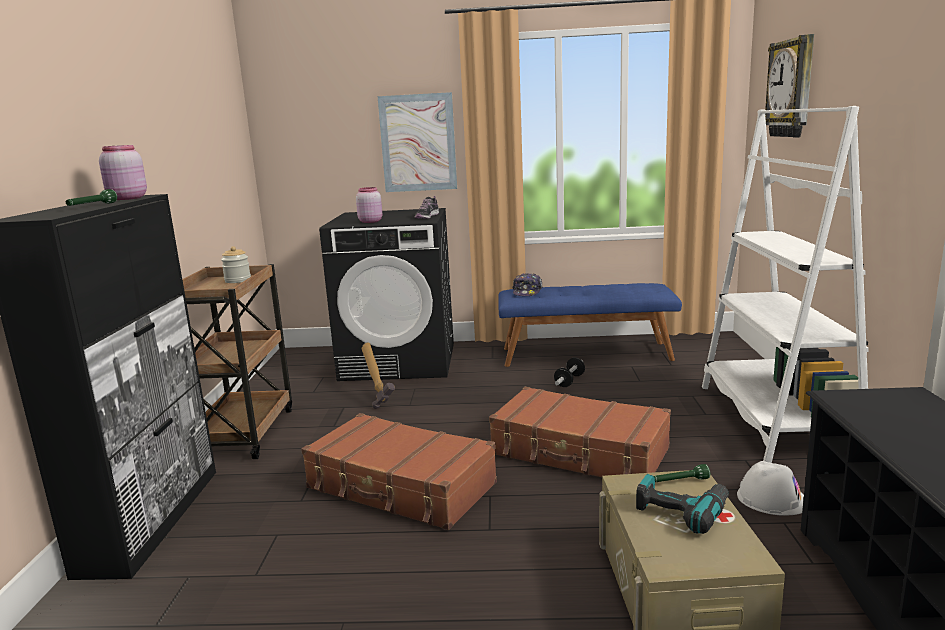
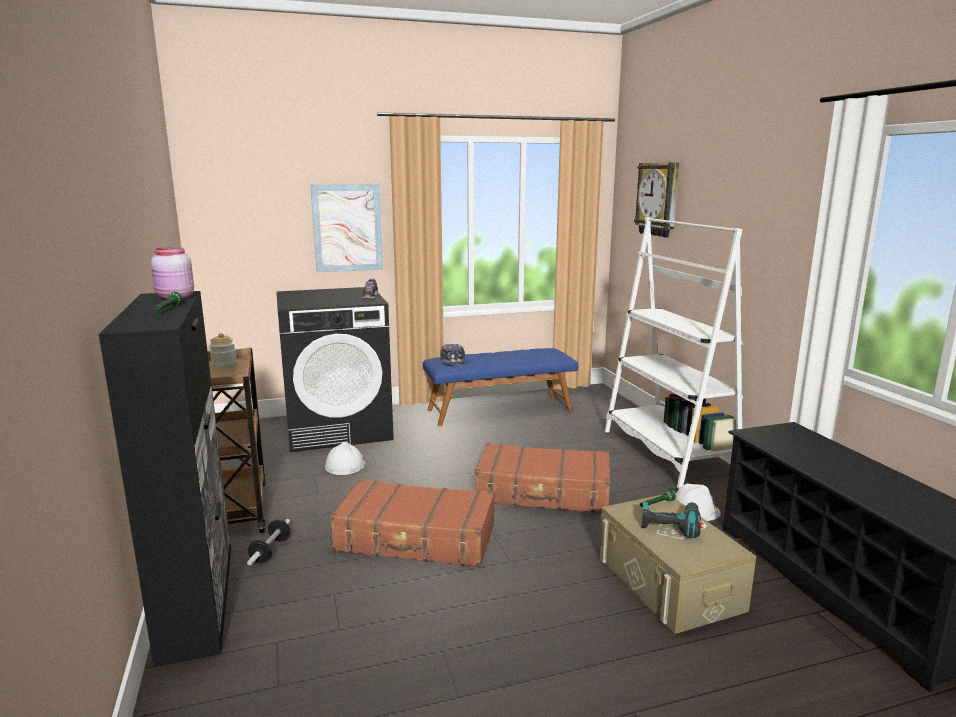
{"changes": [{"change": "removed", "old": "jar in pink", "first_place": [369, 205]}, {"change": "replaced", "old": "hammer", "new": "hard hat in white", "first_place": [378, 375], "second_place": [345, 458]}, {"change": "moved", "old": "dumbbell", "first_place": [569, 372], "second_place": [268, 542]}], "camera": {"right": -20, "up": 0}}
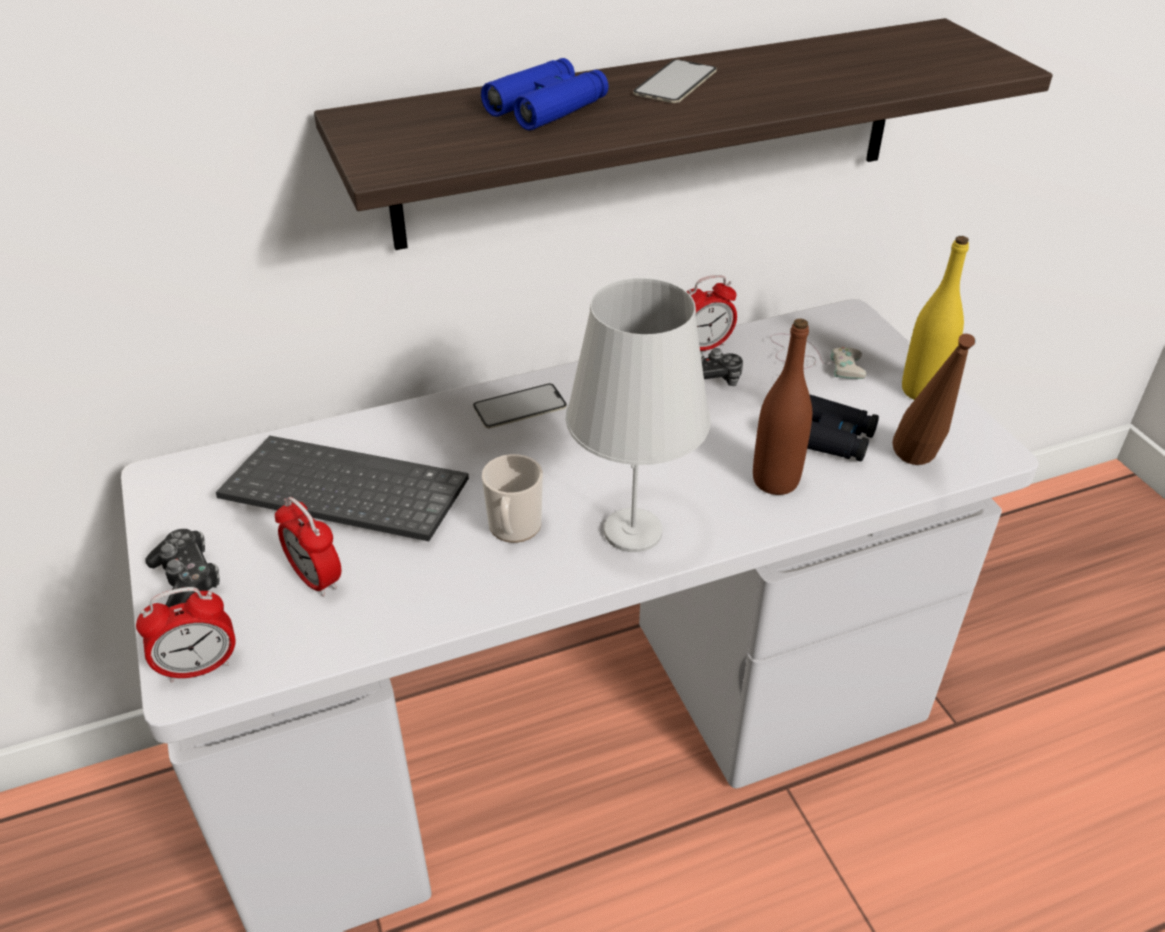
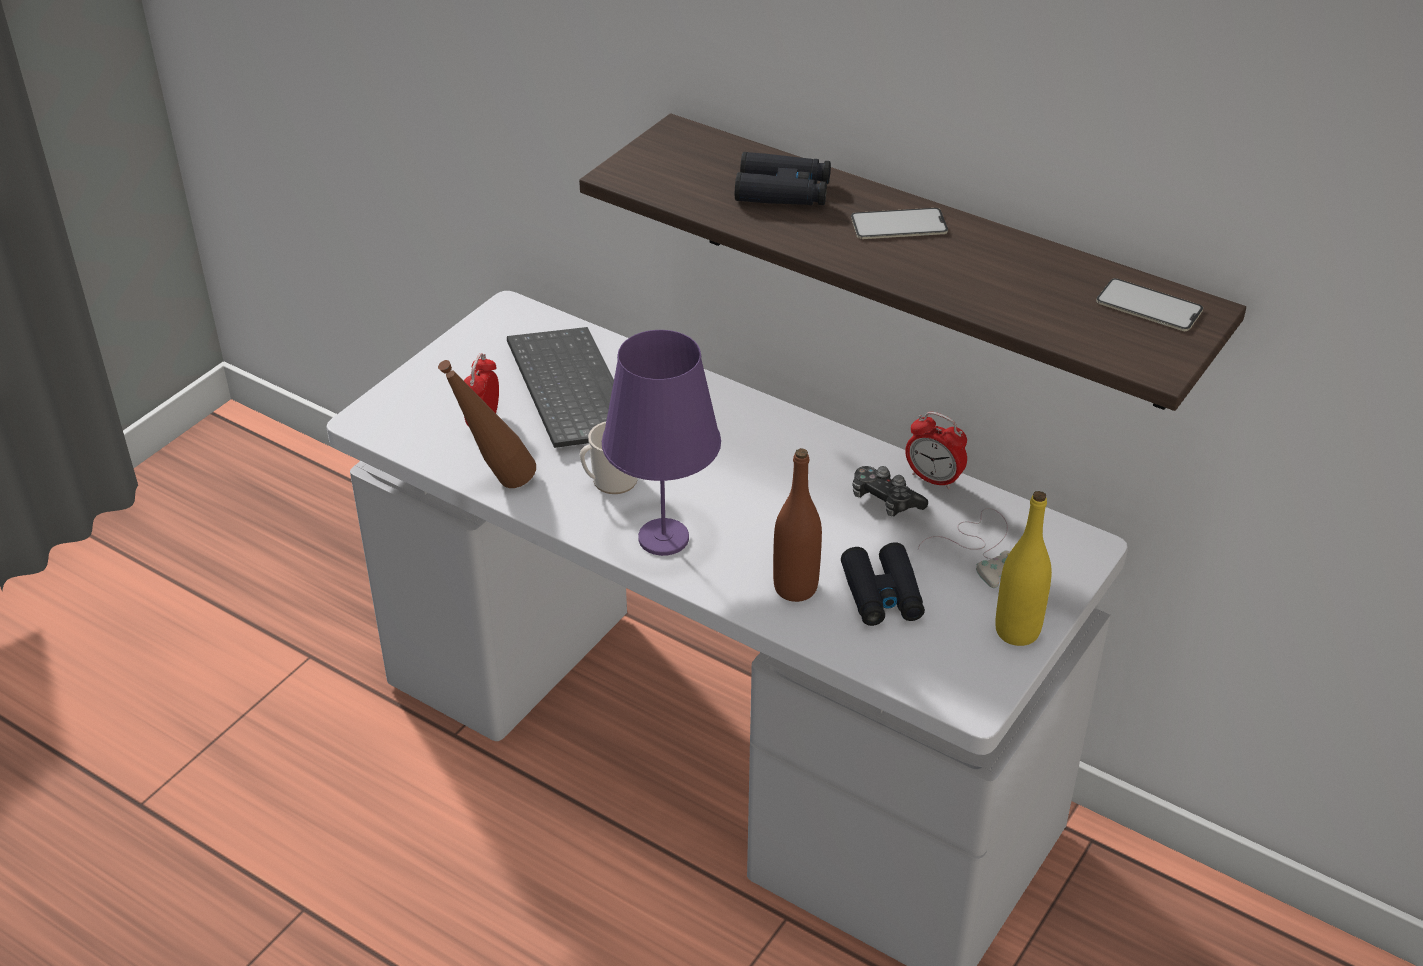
{"changes": [{"change": "recoloured", "old": "binoculars in blue", "new": "binoculars in black", "first_place": [545, 94], "second_place": [783, 178]}, {"change": "recoloured", "old": "table lamp in white", "new": "table lamp in purple", "first_place": [638, 415], "second_place": [661, 443]}, {"change": "moved", "old": "bottle in brown", "first_place": [933, 399], "second_place": [487, 424]}, {"change": "moved", "old": "phone", "first_place": [520, 406], "second_place": [1149, 304]}, {"change": "removed", "old": "game controller", "first_place": [182, 568]}, {"change": "removed", "old": "alarm clock", "first_place": [186, 635]}], "camera": {"right": 55, "up": 0}}
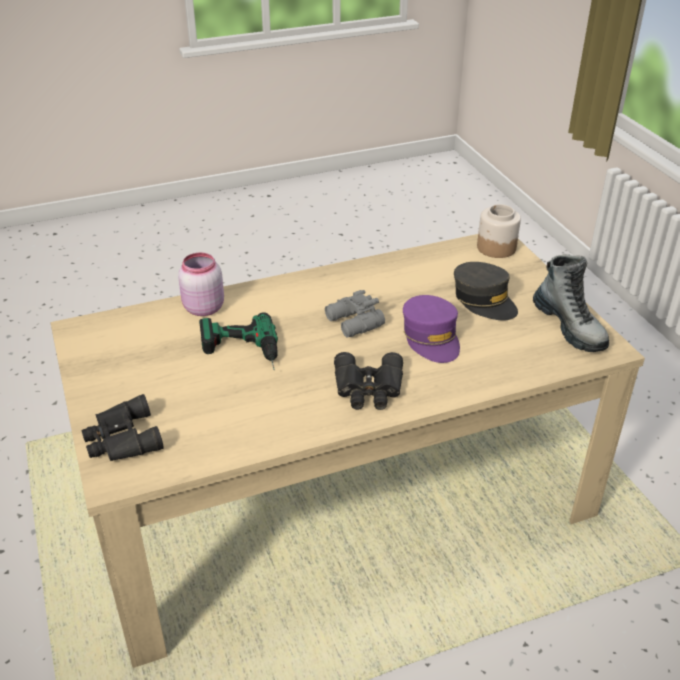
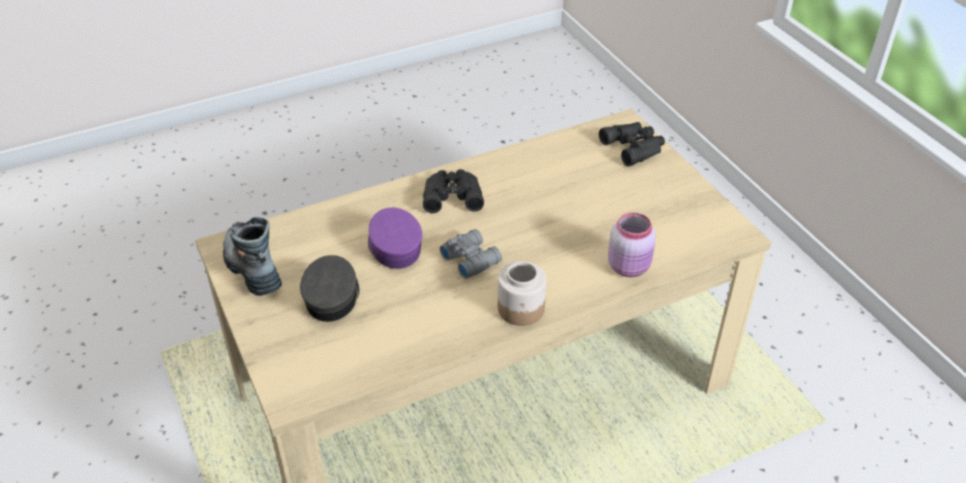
{"changes": [{"change": "moved", "old": "jar", "first_place": [499, 231], "second_place": [522, 293]}, {"change": "turned", "old": "cap in grey", "first_place": [486, 291], "second_place": [329, 288], "degrees": 45}, {"change": "removed", "old": "power drill", "first_place": [238, 341]}], "camera": {"right": 175, "up": 5}}
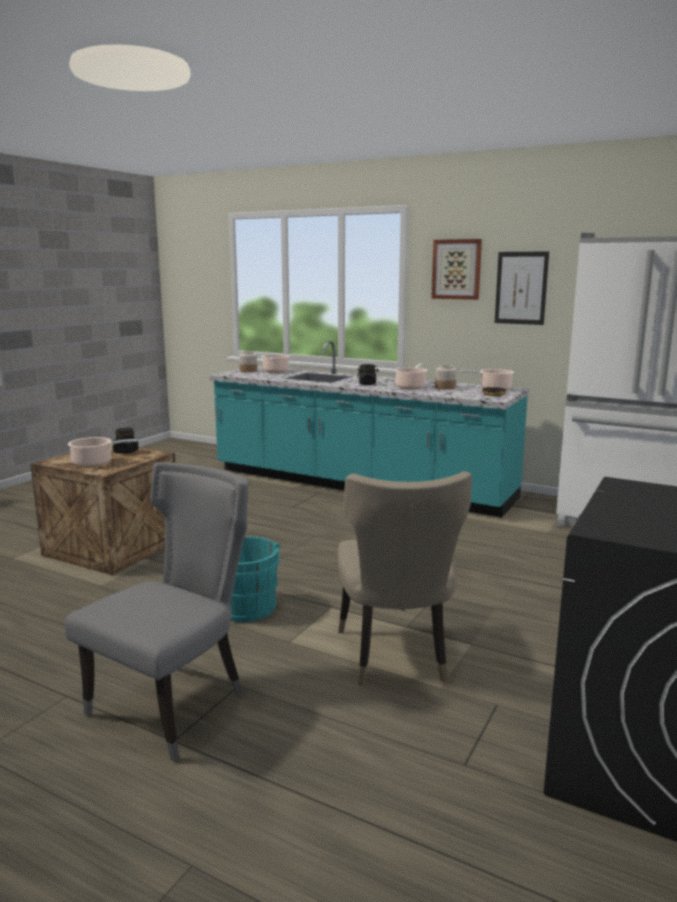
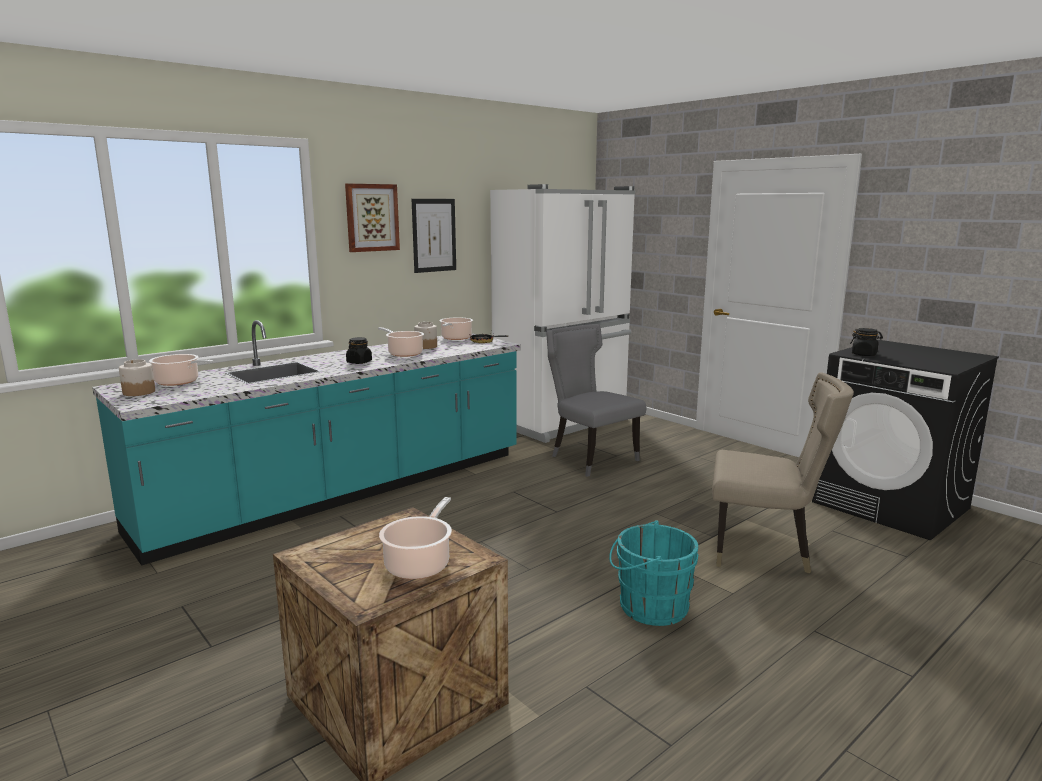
{"changes": [{"change": "moved", "old": "jar in black", "first_place": [126, 440], "second_place": [866, 342]}, {"change": "moved", "old": "chair in grey", "first_place": [156, 612], "second_place": [596, 400]}], "camera": {"right": -70, "up": 0}}
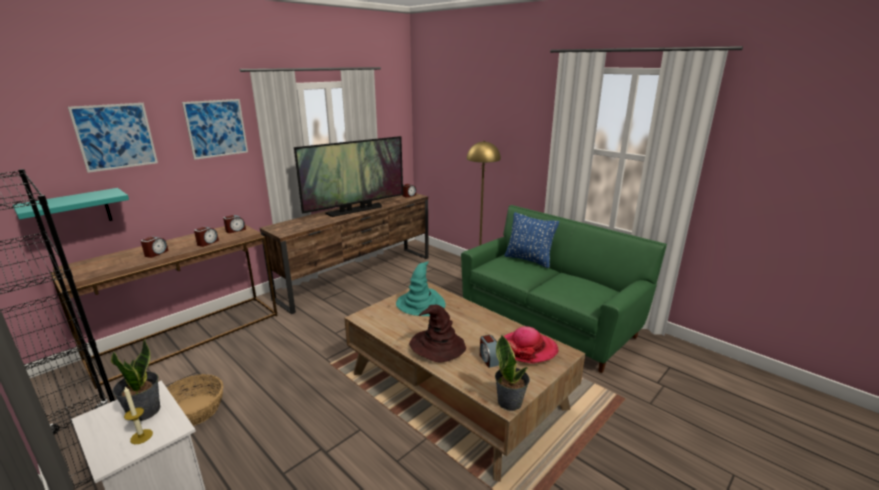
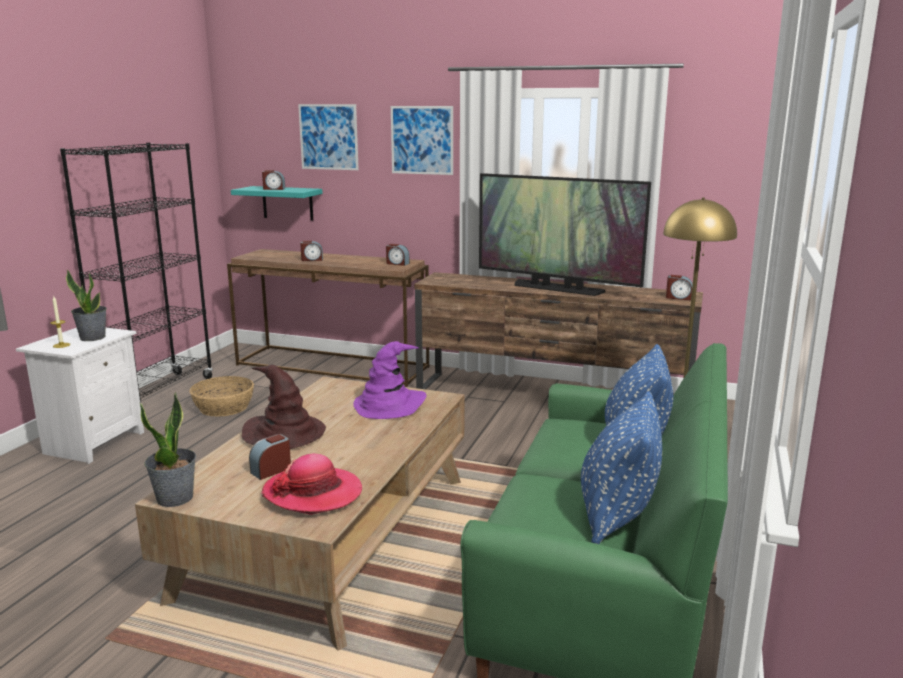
{"changes": [{"change": "moved", "old": "alarm clock", "first_place": [206, 237], "second_place": [273, 180]}, {"change": "recoloured", "old": "hat in turquoise", "new": "hat in purple", "first_place": [420, 288], "second_place": [389, 380]}, {"change": "added", "new": "pillow in blue", "second_place": [621, 467]}], "camera": {"right": 65, "up": -5}}
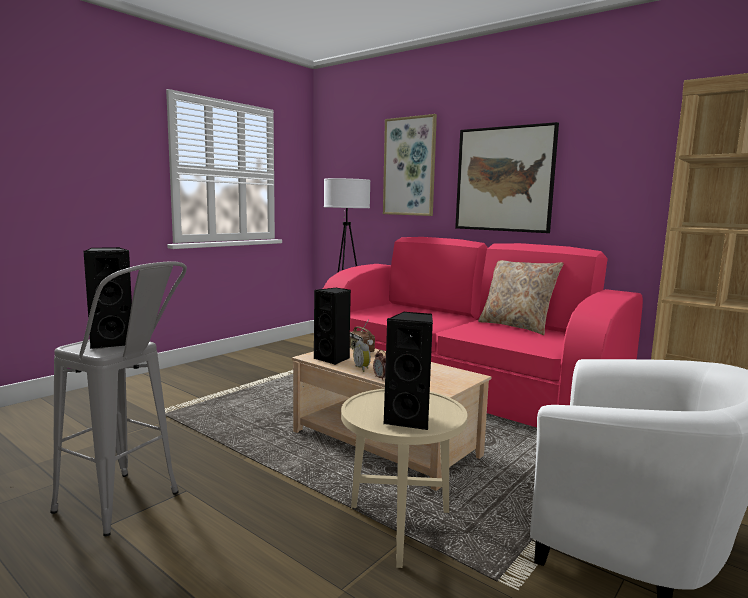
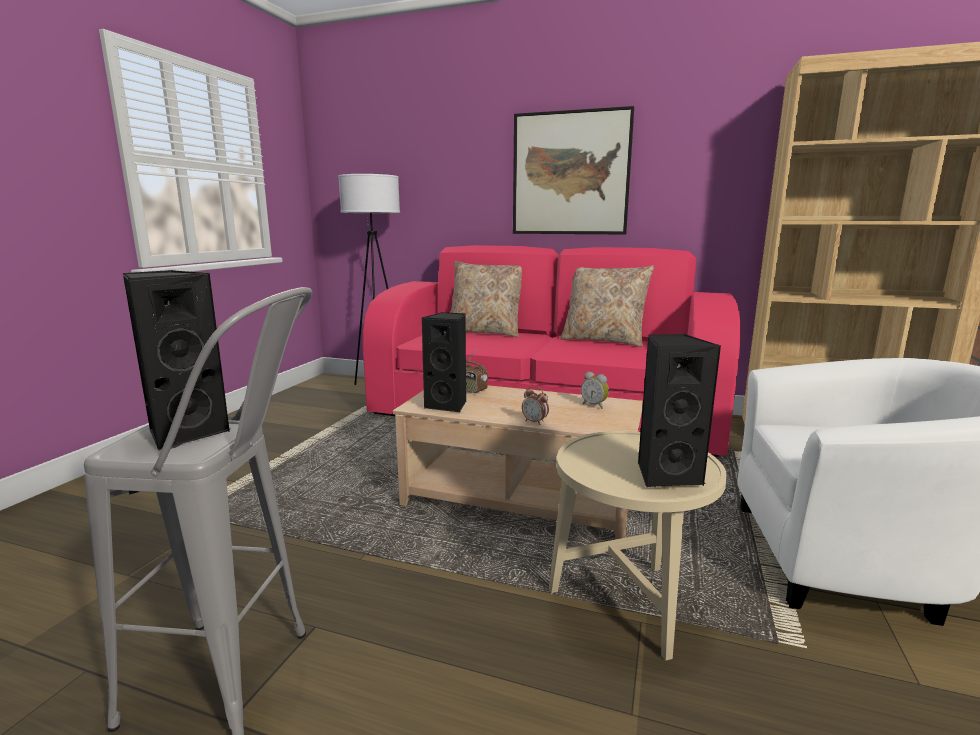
{"changes": [{"change": "removed", "old": "picture", "first_place": [410, 165]}, {"change": "moved", "old": "alarm clock", "first_place": [362, 356], "second_place": [595, 390]}, {"change": "added", "new": "pillow in beige", "second_place": [486, 299]}], "camera": {"right": -20, "up": 5}}
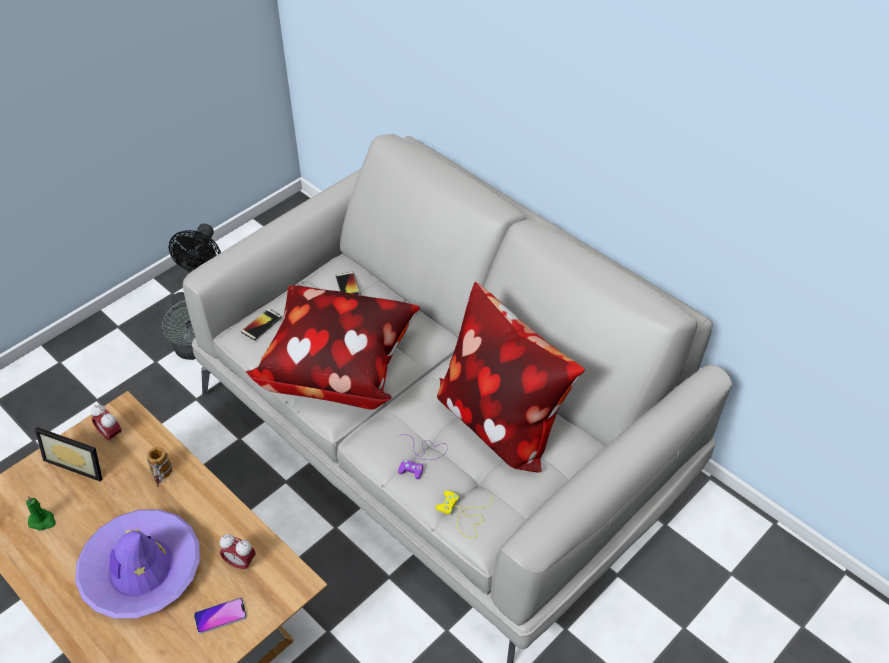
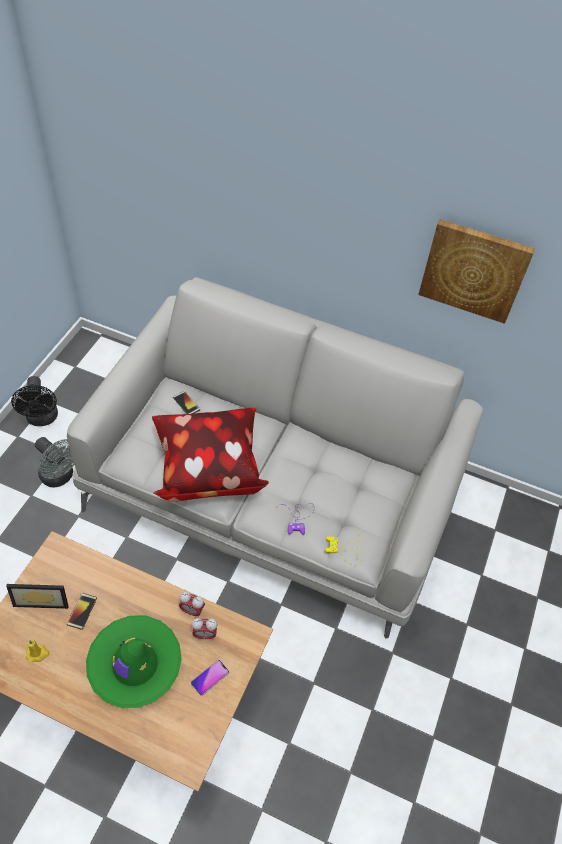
{"changes": [{"change": "removed", "old": "pillow", "first_place": [511, 377]}, {"change": "moved", "old": "phone", "first_place": [261, 324], "second_place": [82, 611]}, {"change": "moved", "old": "alarm clock", "first_place": [106, 424], "second_place": [192, 605]}, {"change": "removed", "old": "mug", "first_place": [159, 467]}, {"change": "recoloured", "old": "candle in green", "new": "candle in yellow", "first_place": [41, 513], "second_place": [38, 651]}, {"change": "recoloured", "old": "hat in purple", "new": "hat in green", "first_place": [137, 563], "second_place": [134, 662]}, {"change": "added", "new": "picture", "second_place": [476, 271]}], "camera": {"right": -25, "up": 5}}
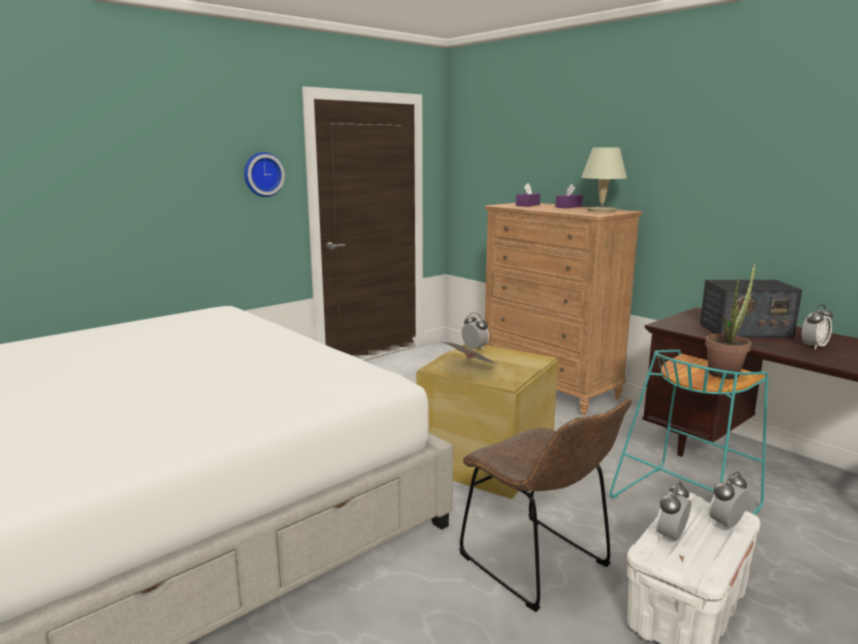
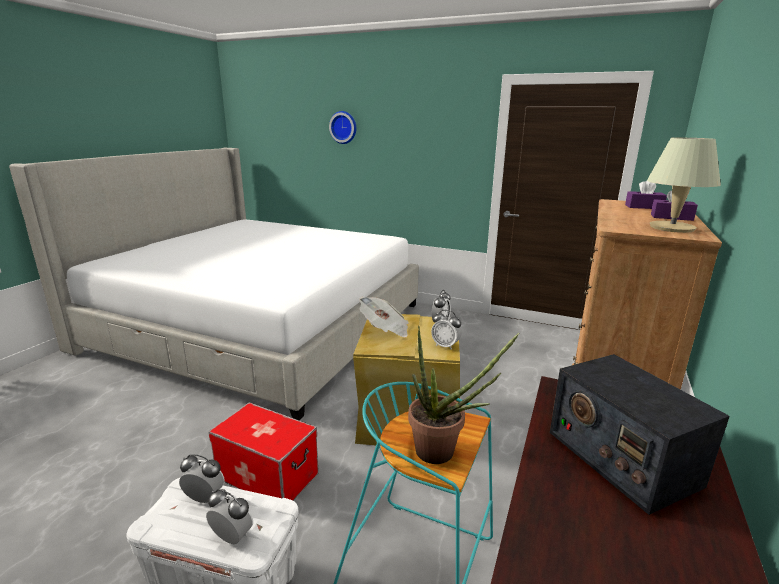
{"changes": [{"change": "moved", "old": "wall clock", "first_place": [264, 174], "second_place": [342, 127]}, {"change": "moved", "old": "alarm clock", "first_place": [817, 327], "second_place": [446, 330]}, {"change": "replaced", "old": "chair in brown", "new": "storage box", "first_place": [545, 505], "second_place": [263, 451]}], "camera": {"right": 65, "up": 5}}
